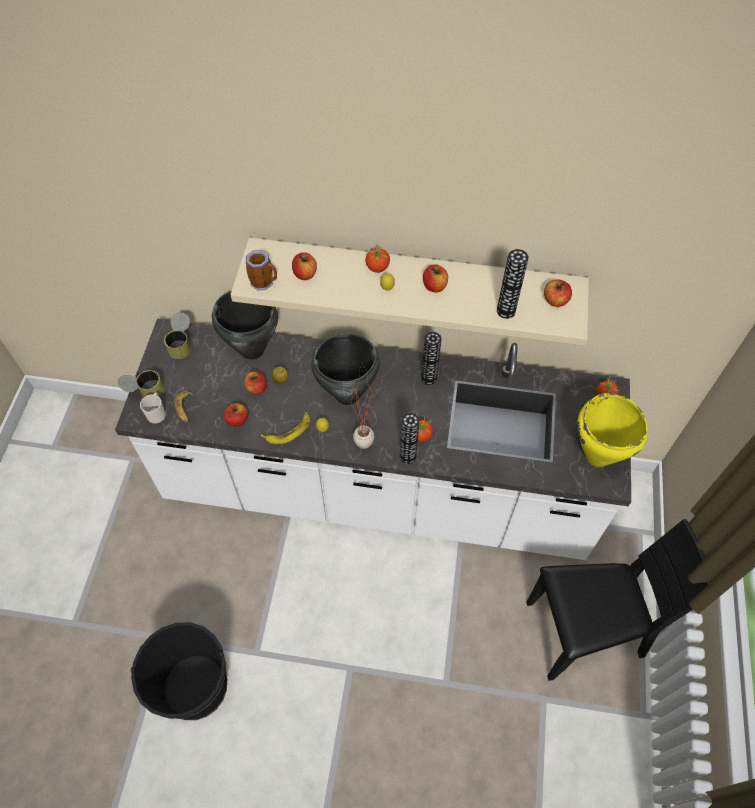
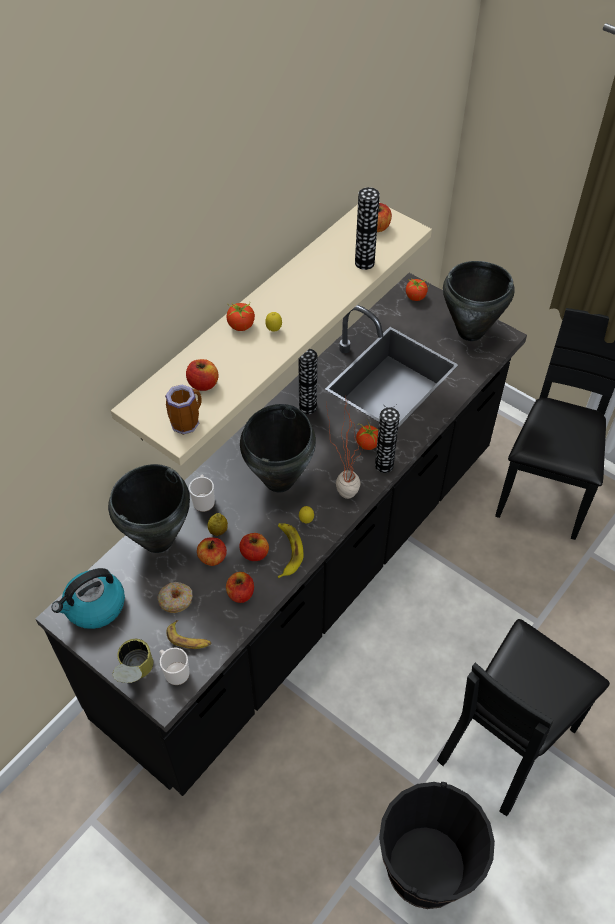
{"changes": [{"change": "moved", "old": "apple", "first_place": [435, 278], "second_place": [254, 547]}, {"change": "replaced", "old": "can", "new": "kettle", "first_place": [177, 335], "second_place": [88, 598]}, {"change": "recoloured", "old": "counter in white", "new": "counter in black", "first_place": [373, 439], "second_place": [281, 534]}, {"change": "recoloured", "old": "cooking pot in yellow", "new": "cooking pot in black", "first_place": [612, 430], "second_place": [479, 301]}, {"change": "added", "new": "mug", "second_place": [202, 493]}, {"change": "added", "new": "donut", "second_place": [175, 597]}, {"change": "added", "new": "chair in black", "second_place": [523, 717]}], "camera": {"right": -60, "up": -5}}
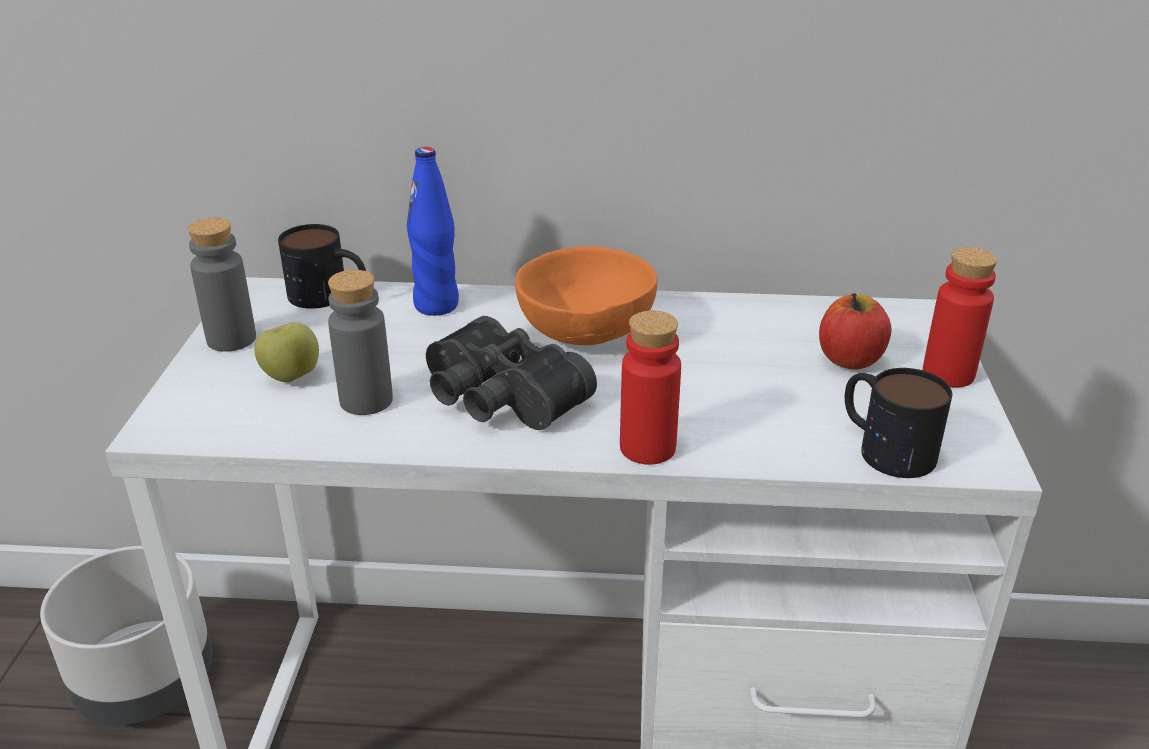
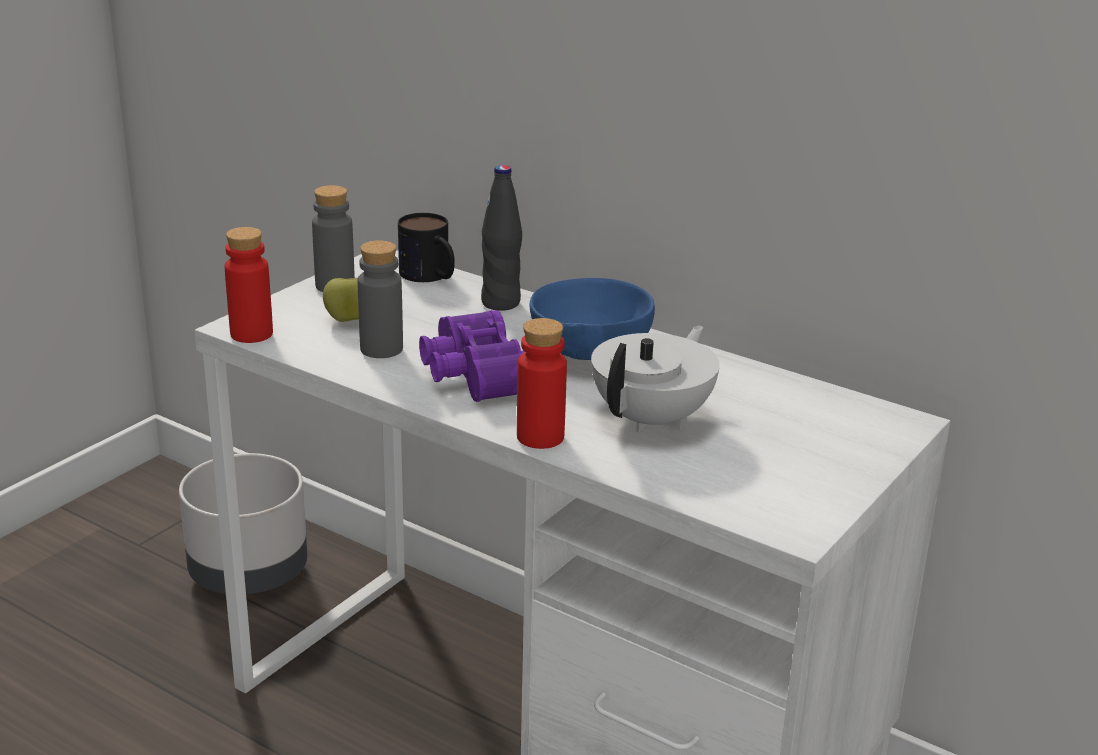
{"changes": [{"change": "recoloured", "old": "bottle in blue", "new": "bottle in black", "first_place": [433, 231], "second_place": [501, 238]}, {"change": "recoloured", "old": "bowl in orange", "new": "bowl in blue", "first_place": [586, 295], "second_place": [592, 319]}, {"change": "moved", "old": "bottle in red", "first_place": [960, 317], "second_place": [249, 285]}, {"change": "removed", "old": "apple", "first_place": [855, 331]}, {"change": "recoloured", "old": "binoculars in black", "new": "binoculars in purple", "first_place": [511, 373], "second_place": [472, 356]}, {"change": "removed", "old": "mug", "first_place": [898, 423]}, {"change": "added", "new": "teapot in white", "second_place": [655, 378]}], "camera": {"right": 30, "up": -5}}
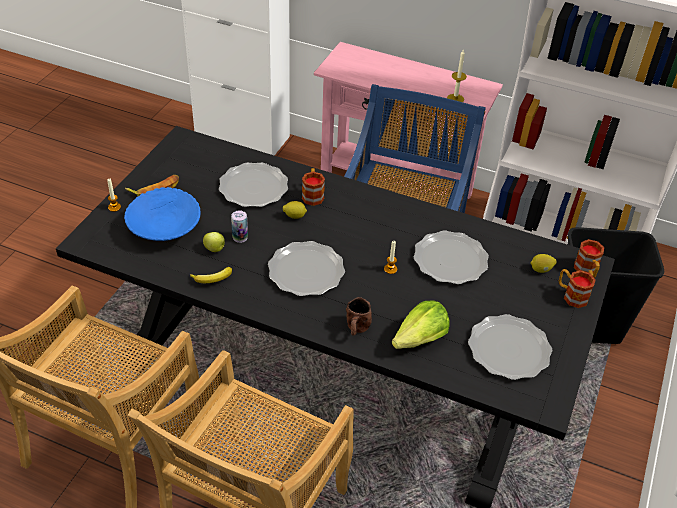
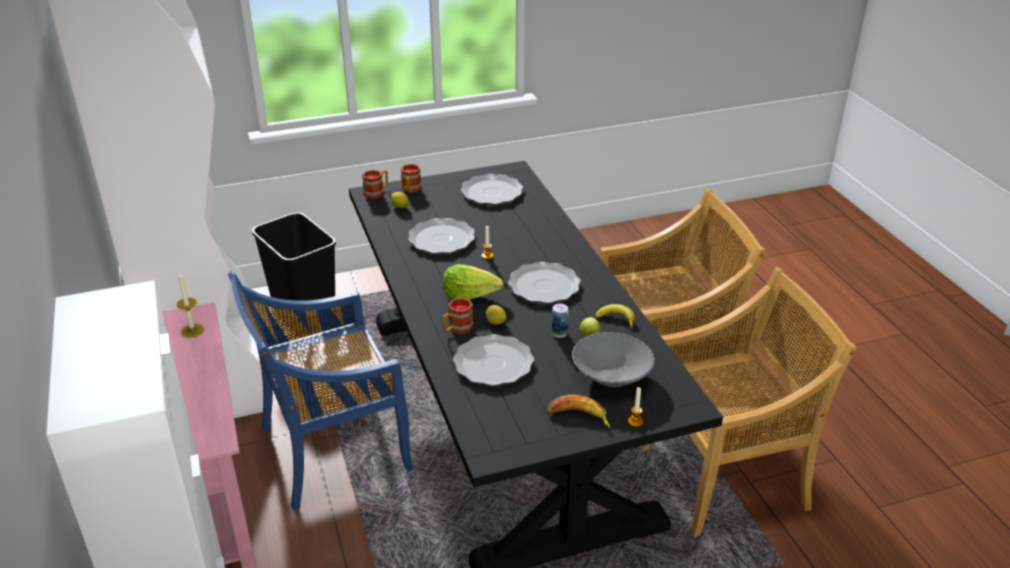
{"changes": [{"change": "recoloured", "old": "bowl in blue", "new": "bowl in grey", "first_place": [162, 214], "second_place": [613, 359]}, {"change": "removed", "old": "mug in brown", "first_place": [359, 316]}, {"change": "moved", "old": "lettuce", "first_place": [421, 324], "second_place": [473, 281]}], "camera": {"right": -130, "up": -10}}
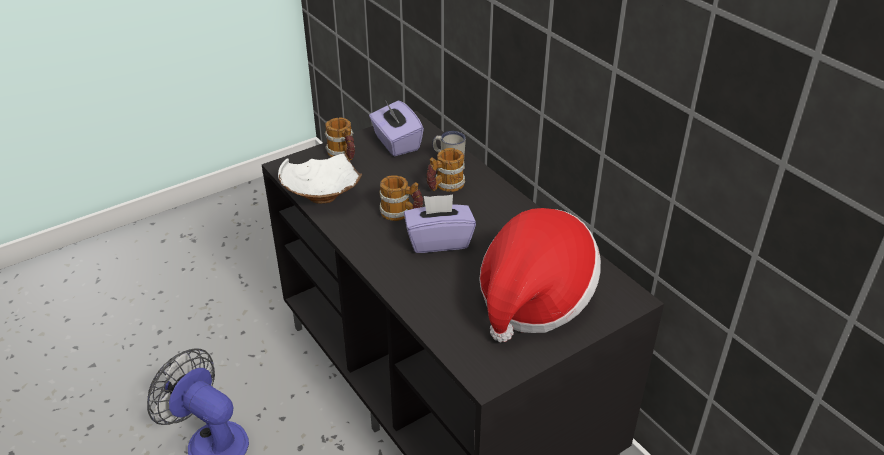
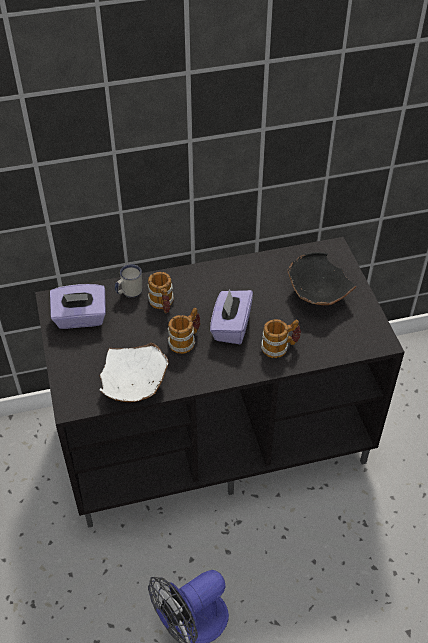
{"changes": [{"change": "moved", "old": "mug", "first_place": [340, 139], "second_place": [281, 338]}, {"change": "replaced", "old": "hat", "new": "bowl in black", "first_place": [540, 275], "second_place": [322, 278]}], "camera": {"right": -70, "up": 10}}
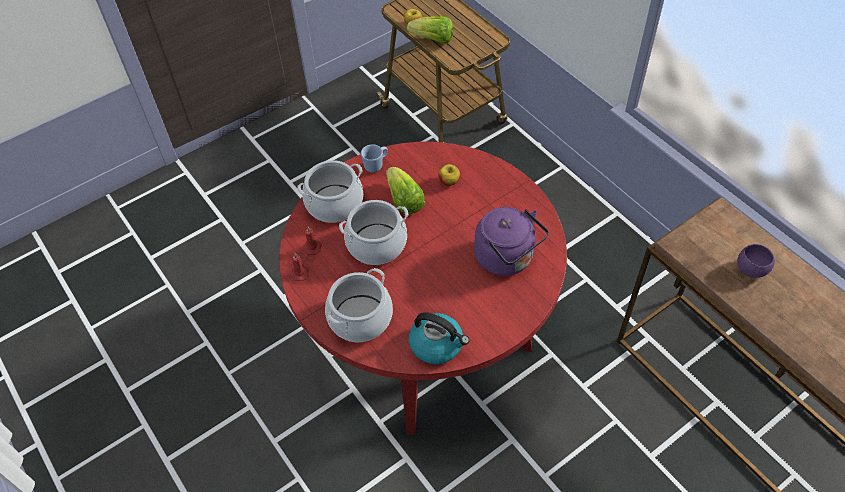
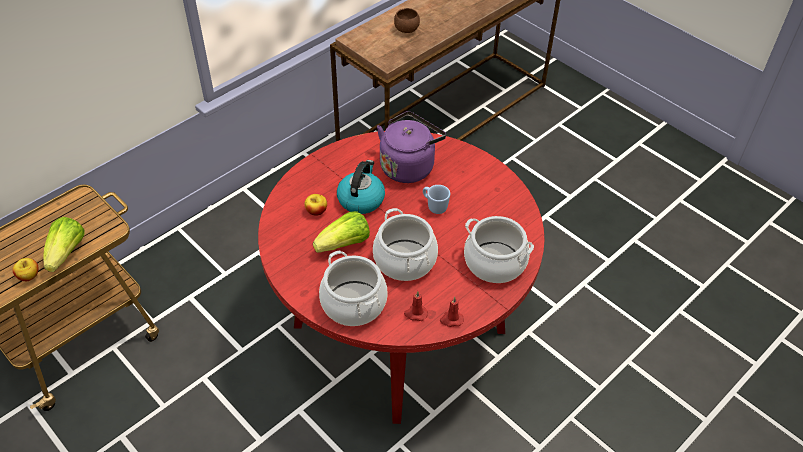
{"changes": [{"change": "moved", "old": "mug in blue", "first_place": [374, 158], "second_place": [436, 199]}, {"change": "recoloured", "old": "bowl in purple", "new": "bowl in brown", "first_place": [756, 261], "second_place": [407, 20]}, {"change": "moved", "old": "kettle", "first_place": [439, 338], "second_place": [361, 187]}], "camera": {"right": -100, "up": -5}}
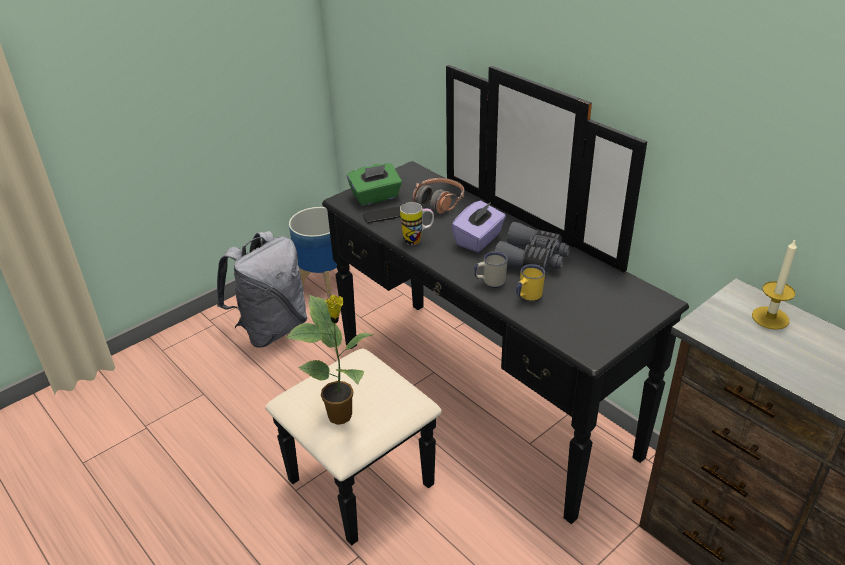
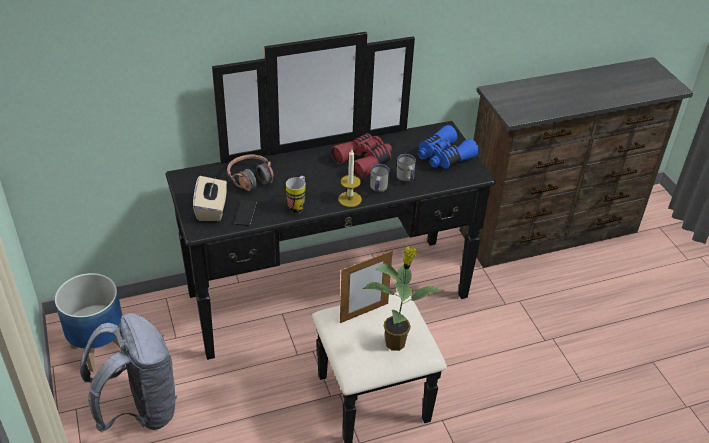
{"changes": [{"change": "recoloured", "old": "tissue box in green", "new": "tissue box in beige", "first_place": [374, 184], "second_place": [210, 198]}, {"change": "removed", "old": "tissue box in purple", "first_place": [479, 226]}, {"change": "recoloured", "old": "binoculars in grey", "new": "binoculars in red", "first_place": [532, 247], "second_place": [361, 156]}, {"change": "moved", "old": "candle", "first_place": [774, 285], "second_place": [350, 178]}, {"change": "recoloured", "old": "mug in yellow", "new": "mug in white", "first_place": [530, 283], "second_place": [406, 168]}, {"change": "added", "new": "binoculars in blue", "second_place": [448, 147]}, {"change": "added", "new": "picture frame", "second_place": [366, 287]}], "camera": {"right": -70, "up": 5}}
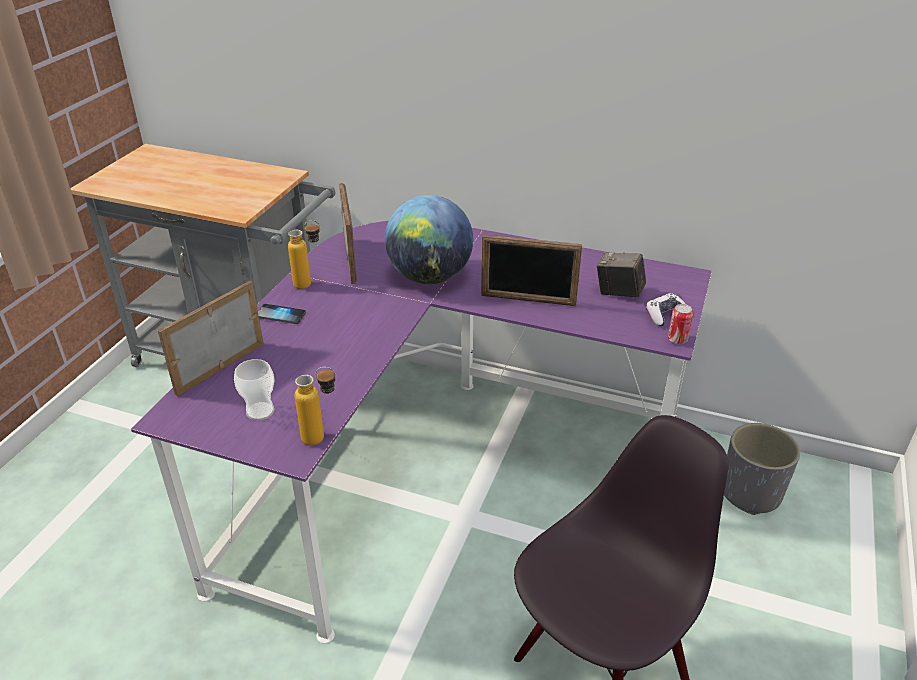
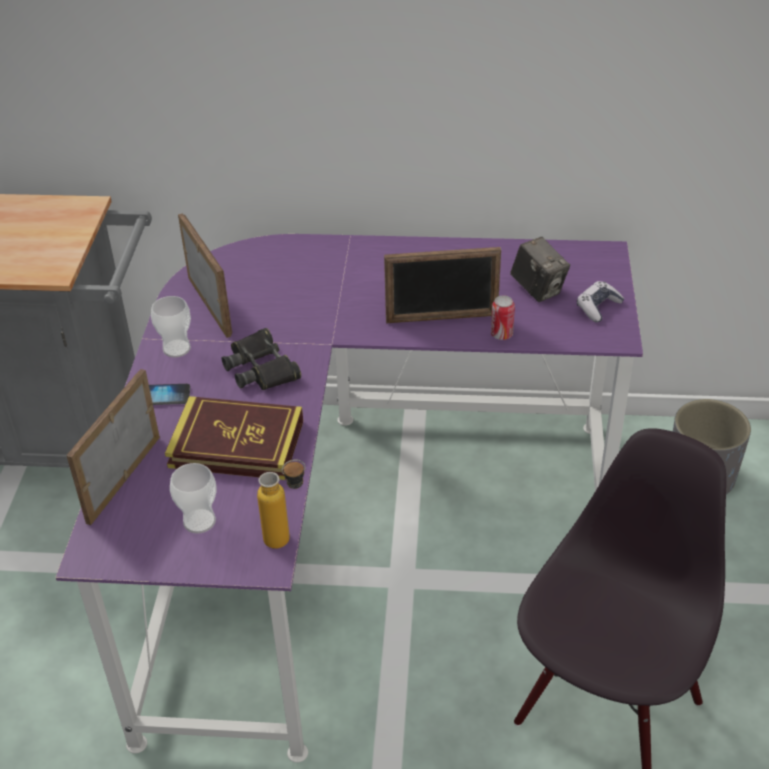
{"changes": [{"change": "removed", "old": "globe", "first_place": [429, 239]}, {"change": "replaced", "old": "bottle", "new": "cup", "first_place": [304, 254], "second_place": [171, 327]}, {"change": "turned", "old": "photo camera", "first_place": [621, 275], "second_place": [540, 269], "degrees": -135}, {"change": "moved", "old": "can", "first_place": [680, 324], "second_place": [503, 317]}, {"change": "added", "new": "binoculars in black", "second_place": [261, 359]}, {"change": "added", "new": "book", "second_place": [234, 438]}], "camera": {"right": -15, "up": 5}}
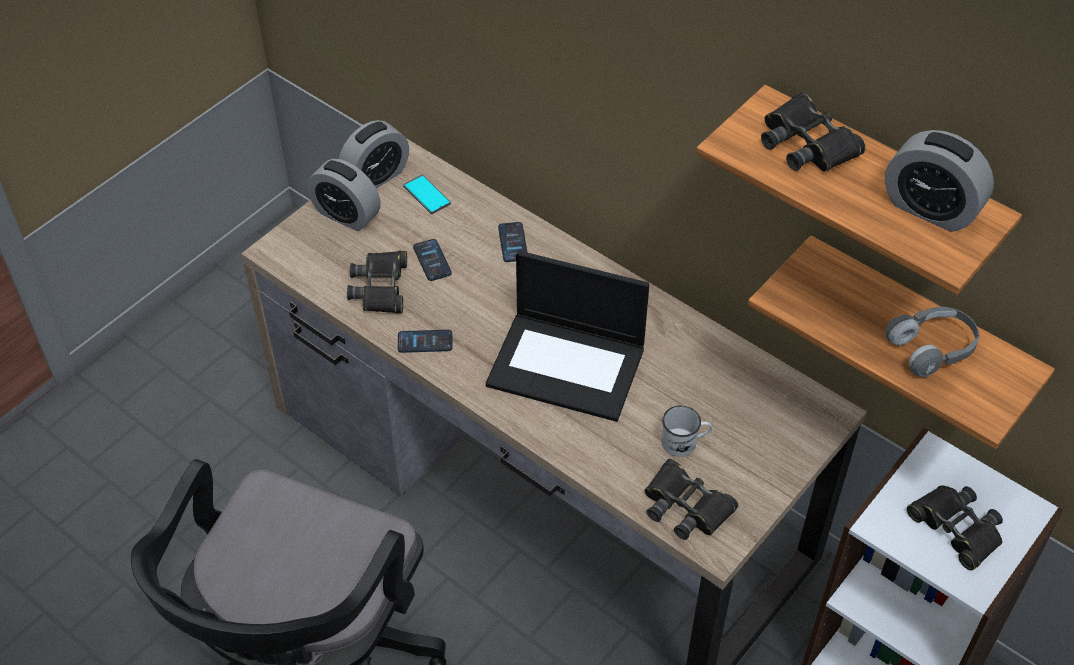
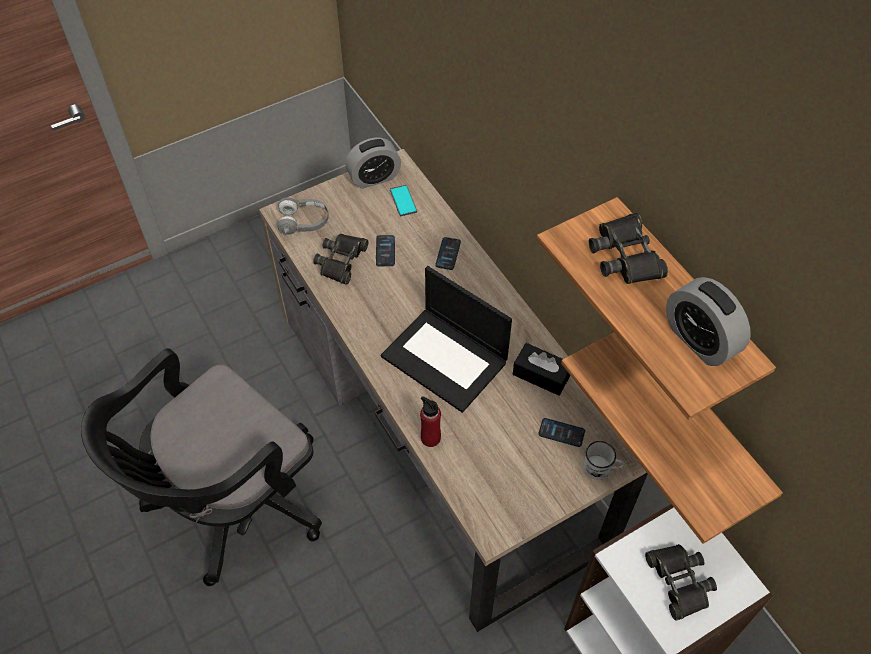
{"changes": [{"change": "removed", "old": "alarm clock", "first_place": [344, 195]}, {"change": "moved", "old": "headphones in grey", "first_place": [932, 342], "second_place": [303, 216]}, {"change": "moved", "old": "phone", "first_place": [425, 341], "second_place": [562, 432]}, {"change": "moved", "old": "mug in white", "first_place": [687, 431], "second_place": [603, 460]}, {"change": "removed", "old": "binoculars in black", "first_place": [691, 499]}, {"change": "added", "new": "tissue box in black", "second_place": [542, 369]}, {"change": "added", "new": "bottle in red", "second_place": [430, 421]}], "camera": {"right": 20, "up": 5}}
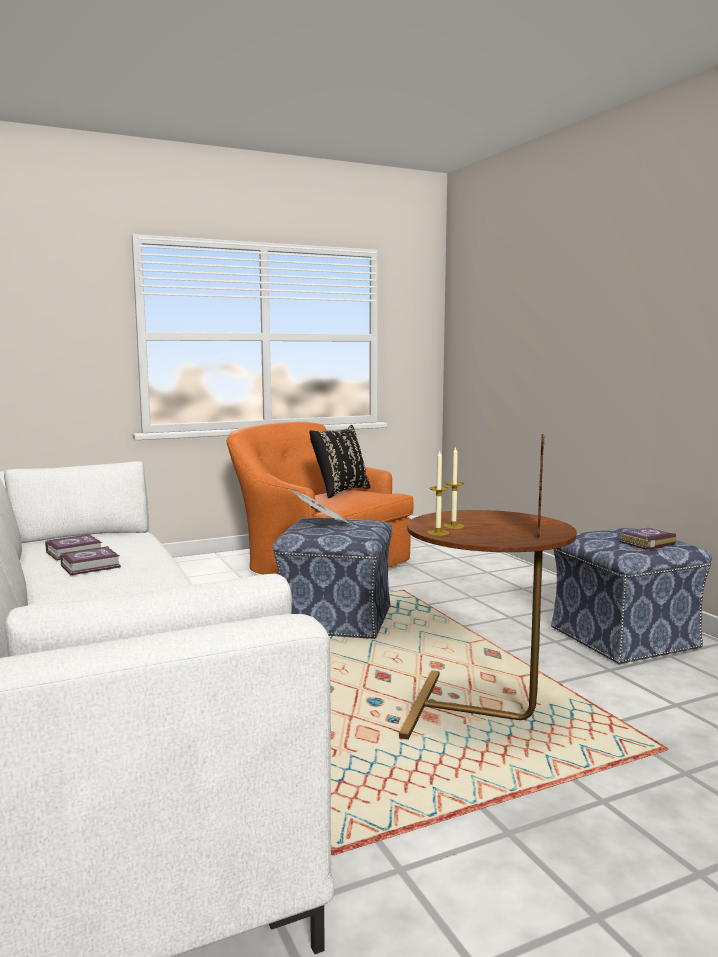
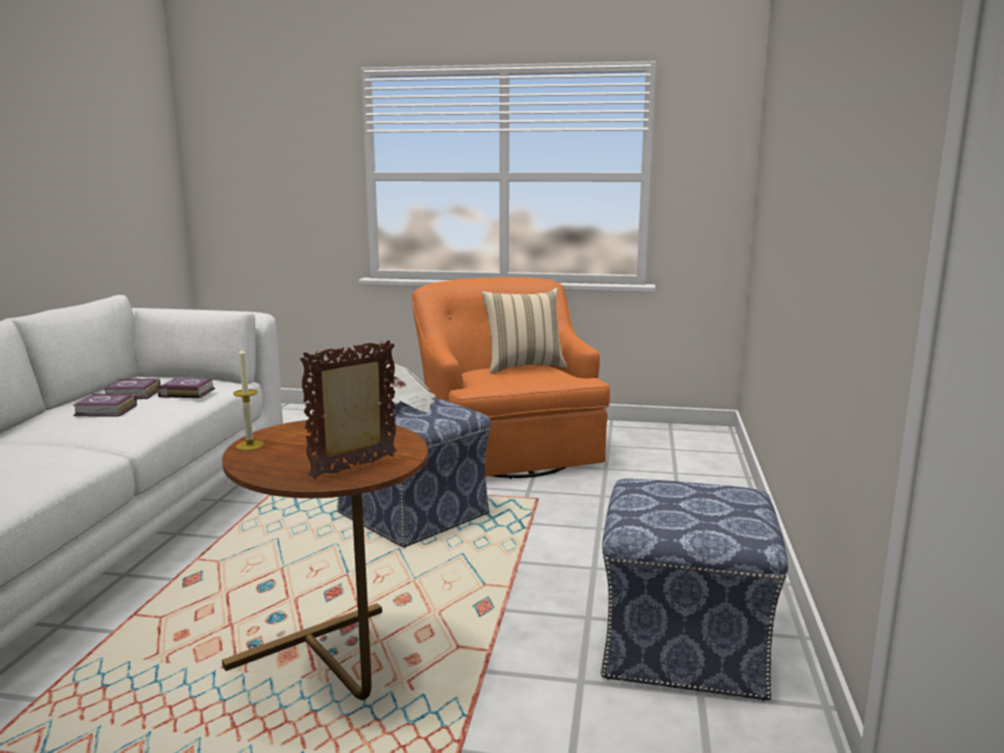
{"changes": [{"change": "recoloured", "old": "pillow in black", "new": "pillow in beige", "first_place": [340, 461], "second_place": [524, 331]}, {"change": "removed", "old": "candle", "first_place": [454, 487]}, {"change": "moved", "old": "book", "first_place": [648, 539], "second_place": [186, 388]}], "camera": {"right": 35, "up": 5}}
